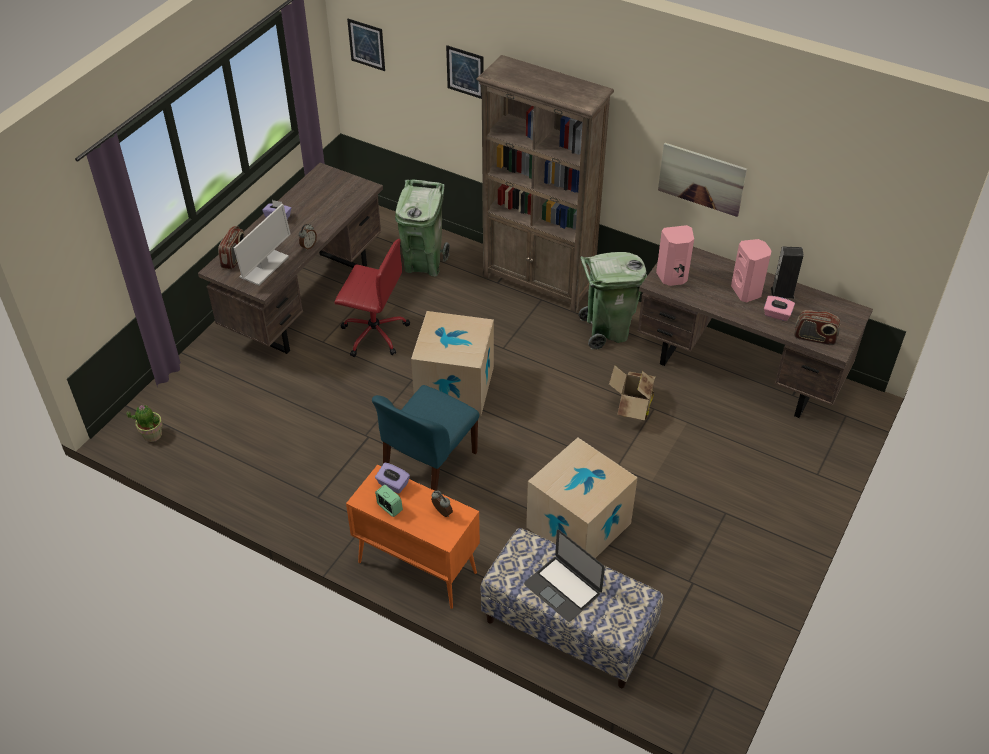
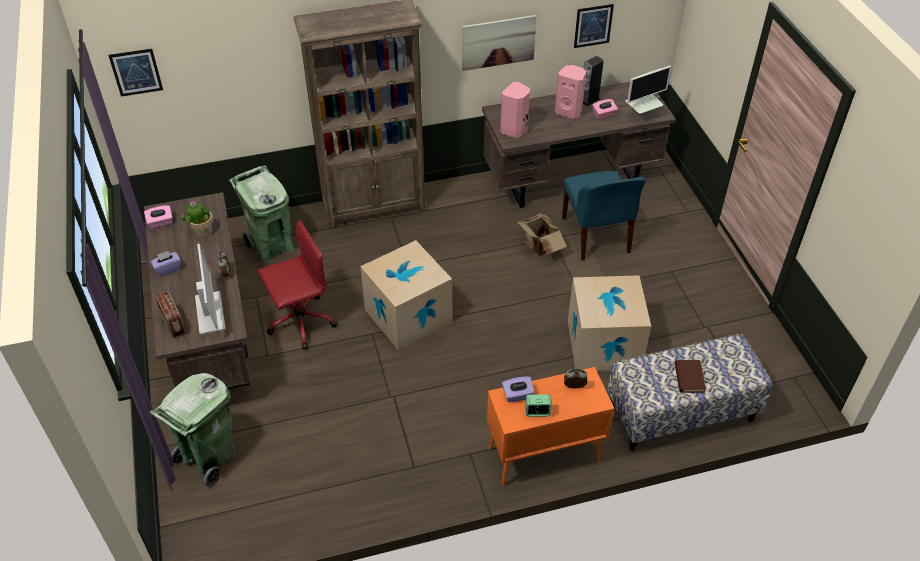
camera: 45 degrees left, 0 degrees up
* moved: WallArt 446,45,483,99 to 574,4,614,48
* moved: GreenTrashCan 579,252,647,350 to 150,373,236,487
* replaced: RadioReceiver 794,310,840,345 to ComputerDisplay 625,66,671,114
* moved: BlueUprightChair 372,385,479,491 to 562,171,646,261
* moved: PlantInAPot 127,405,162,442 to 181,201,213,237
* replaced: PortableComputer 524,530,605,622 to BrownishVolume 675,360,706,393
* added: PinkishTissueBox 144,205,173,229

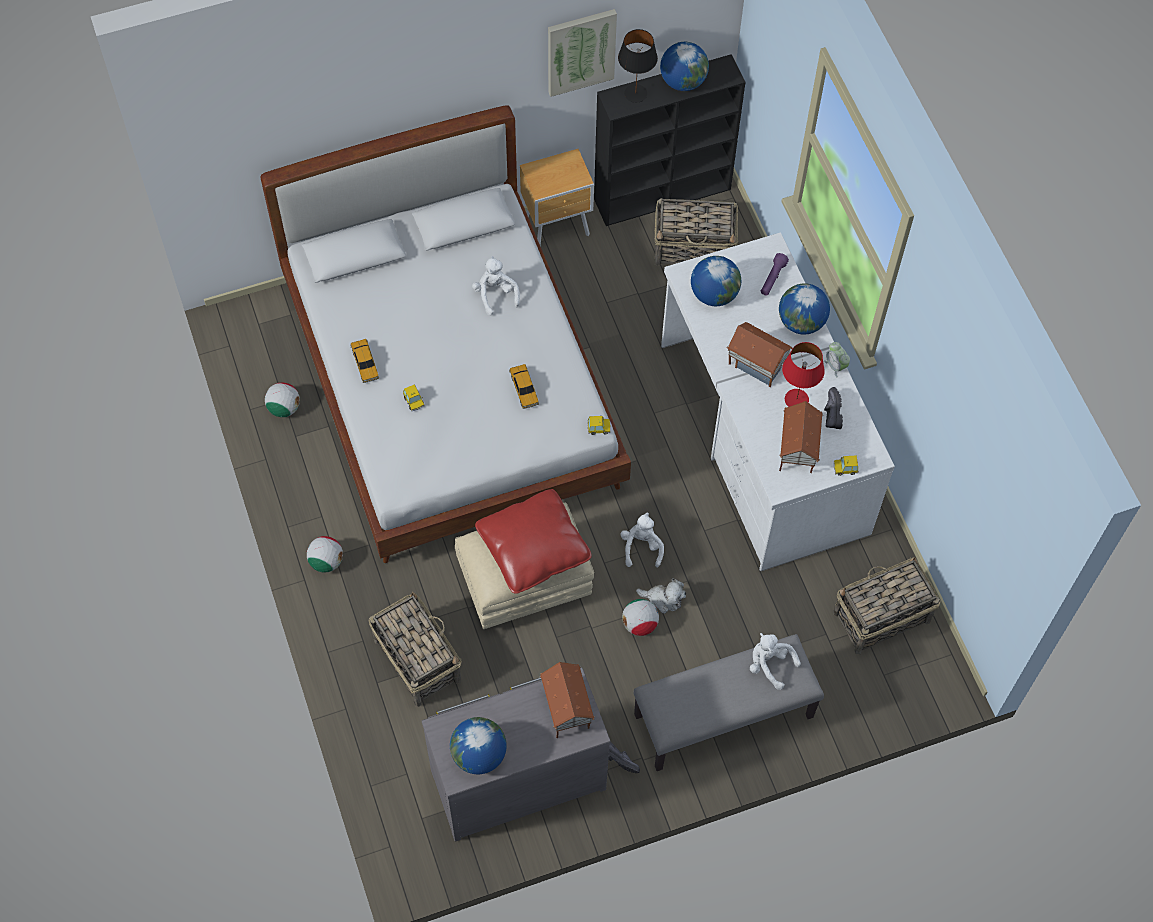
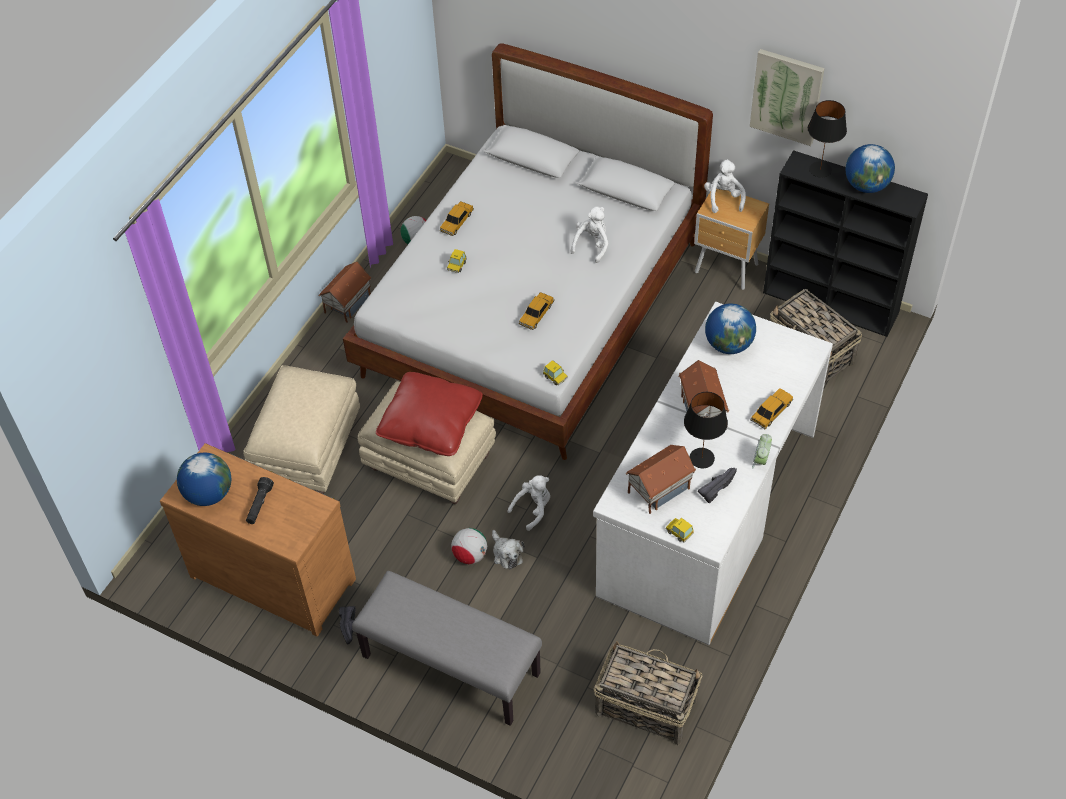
camera: 50 degrees right, 10 degrees down
* removed: PurpleFlashlight 761,253,789,295
* replaced: Globe 779,283,830,334 to MiniatureCar 750,388,793,429
* recoloured: RedLampForATable 782,342,825,407 to BlackLampForATable 684,392,728,468
* removed: BallForFootball 307,536,343,572
* replaced: StorageBasket 369,592,462,707 to SandColouredPouffe 243,365,360,494
* moved: WhiteColouredSoftToy 750,633,801,690 to 704,159,746,213
* moved: MiniatureHouse 540,662,595,738 to 319,262,371,323
* recoloured: GreyishDresser 422,667,611,842 to BrownishDresser 160,443,356,637
* added: BlackFlashlight 246,477,274,524

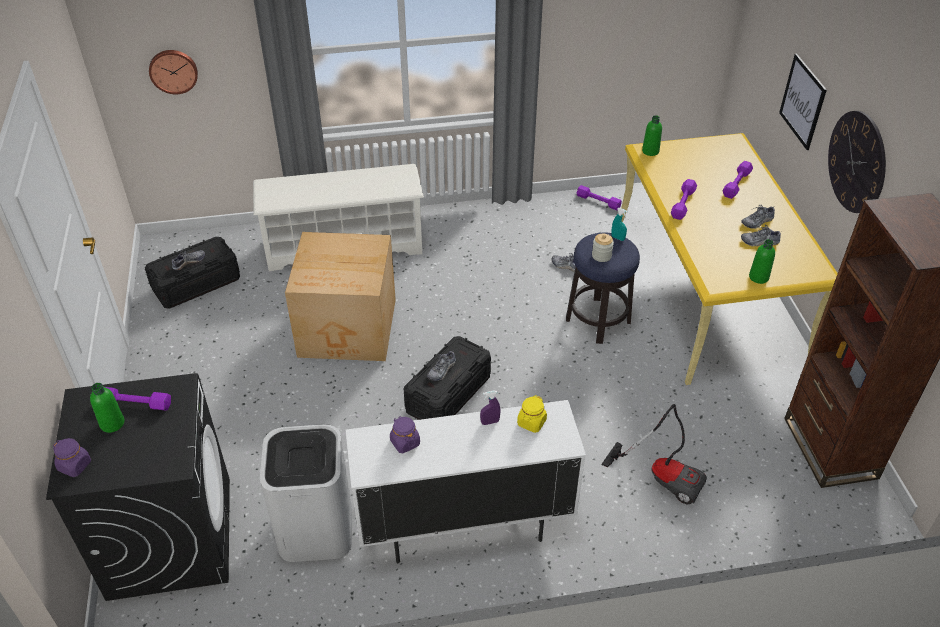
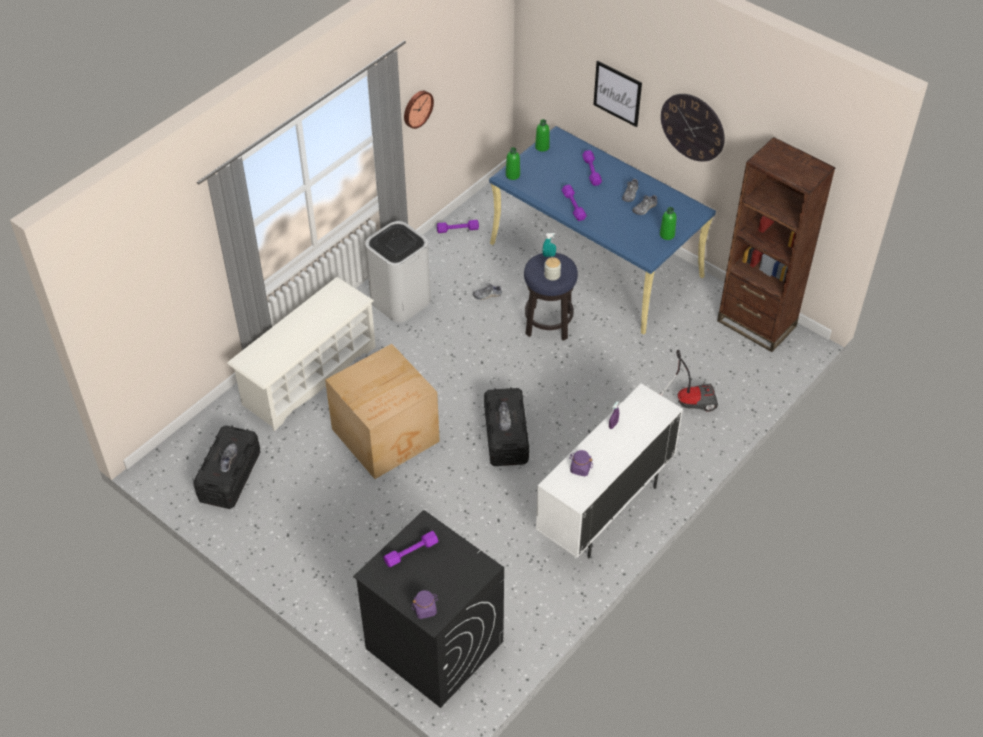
camera: 40 degrees left, 5 degrees up
* moved: HangingClock 149,50,198,94 to 404,91,434,129
* recoloured: YellowishDesk 621,133,838,385 to BlueDesk 489,126,716,335
* moved: GreenBeverageBottle 90,383,124,433 to 535,119,550,152
* removed: YellowishStorageJar 517,395,547,433
* moved: WhiteColouredTrashCan 260,424,352,562 to 365,221,431,322

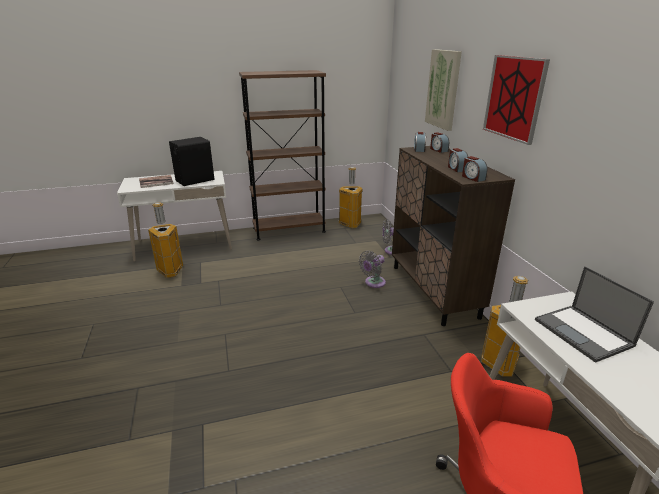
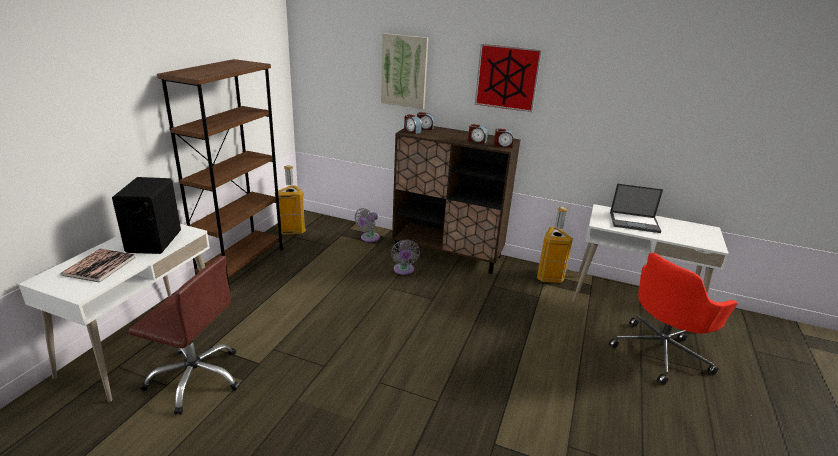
camera: 55 degrees left, 0 degrees up
* replaced: TrashCan 148,202,183,278 to BrownishComputerChair 128,256,240,415

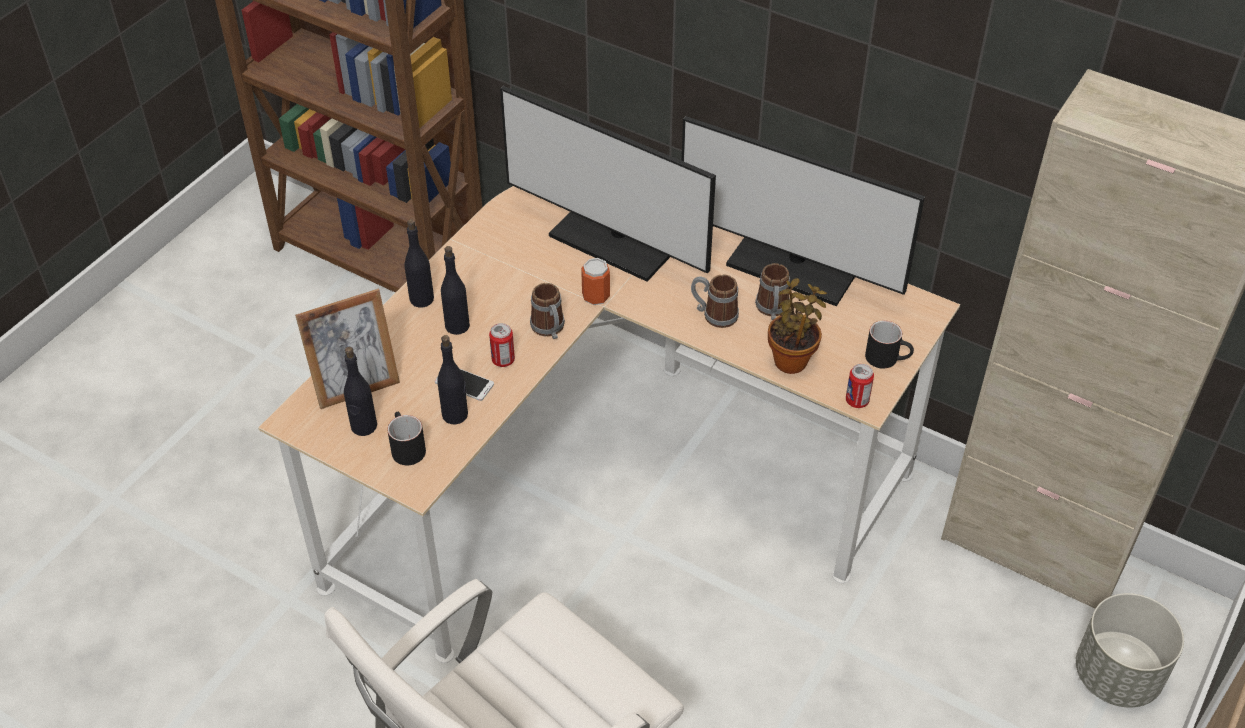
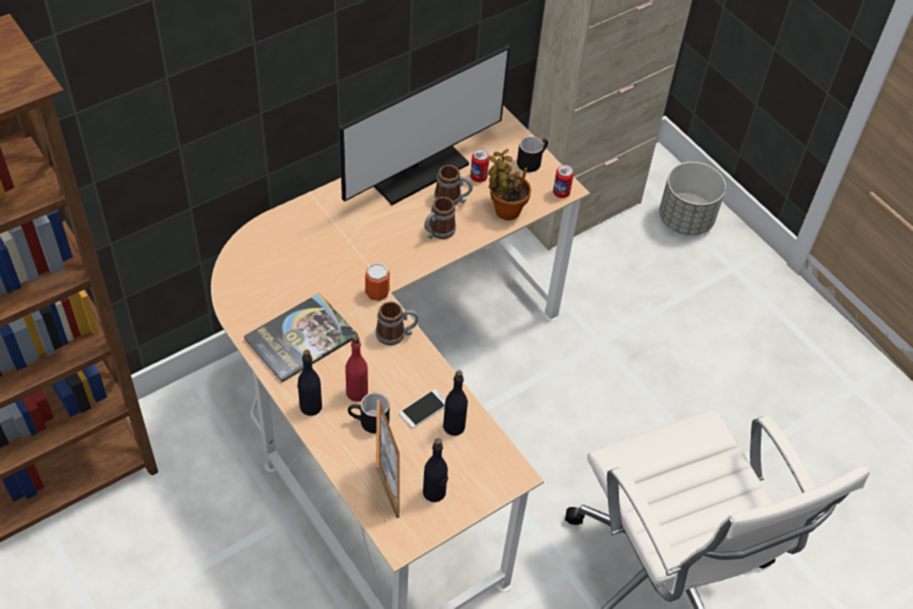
camera: 70 degrees left, 5 degrees up
* removed: ComputerDisplay 500,86,716,282
* recoloured: BlackBeverageBottle 441,246,470,335 to RedBeverageBottle 345,335,368,402
* moved: Can 489,323,515,367 to 470,149,489,182
* moved: BlackMug 387,412,426,465 to 348,392,390,434
* added: Volume 244,293,358,382

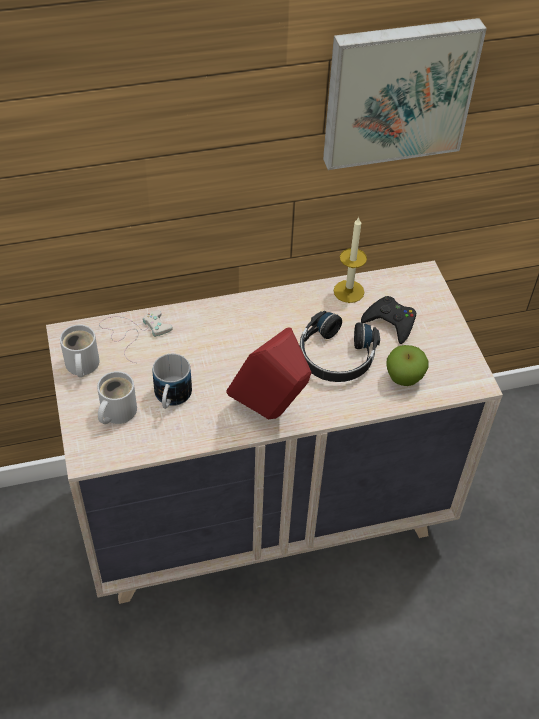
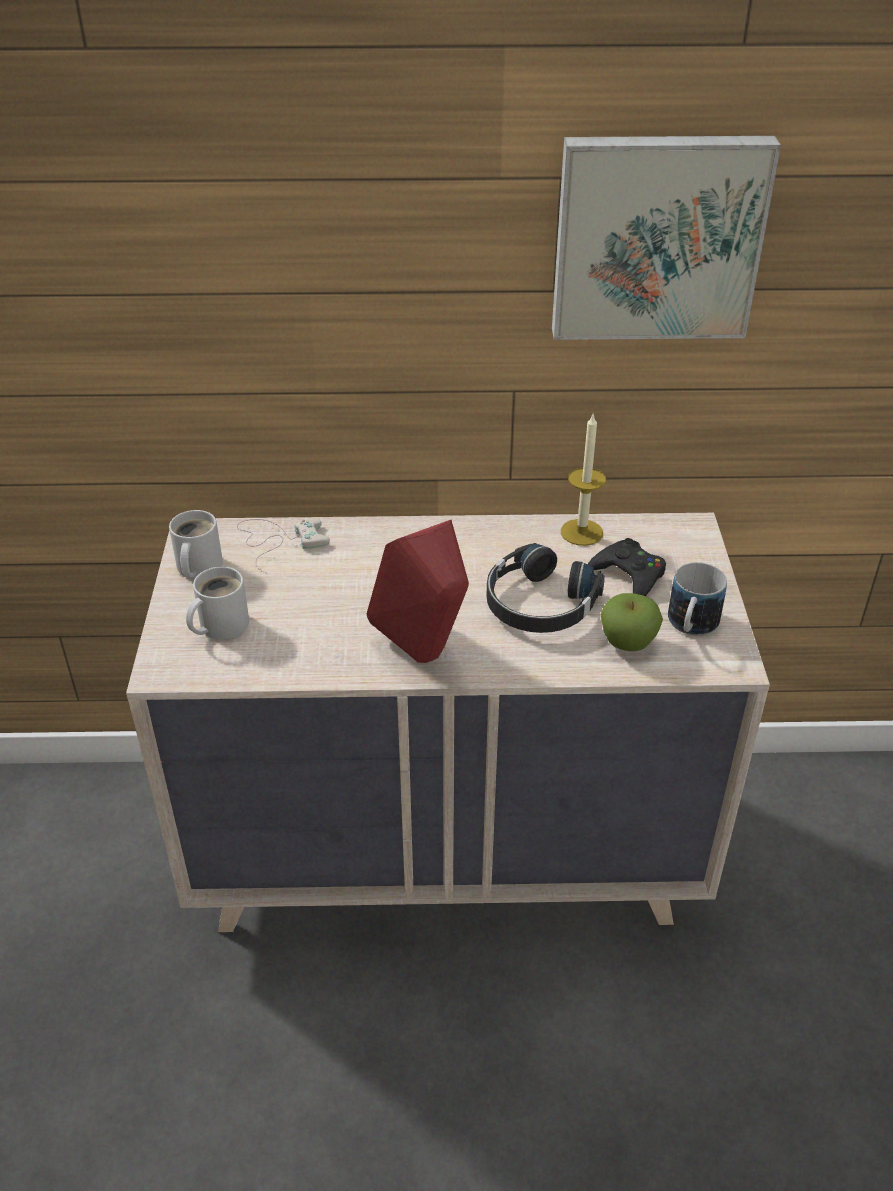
camera: 15 degrees right, 10 degrees down
* moved: Mug 152,354,192,409 to 668,562,727,636

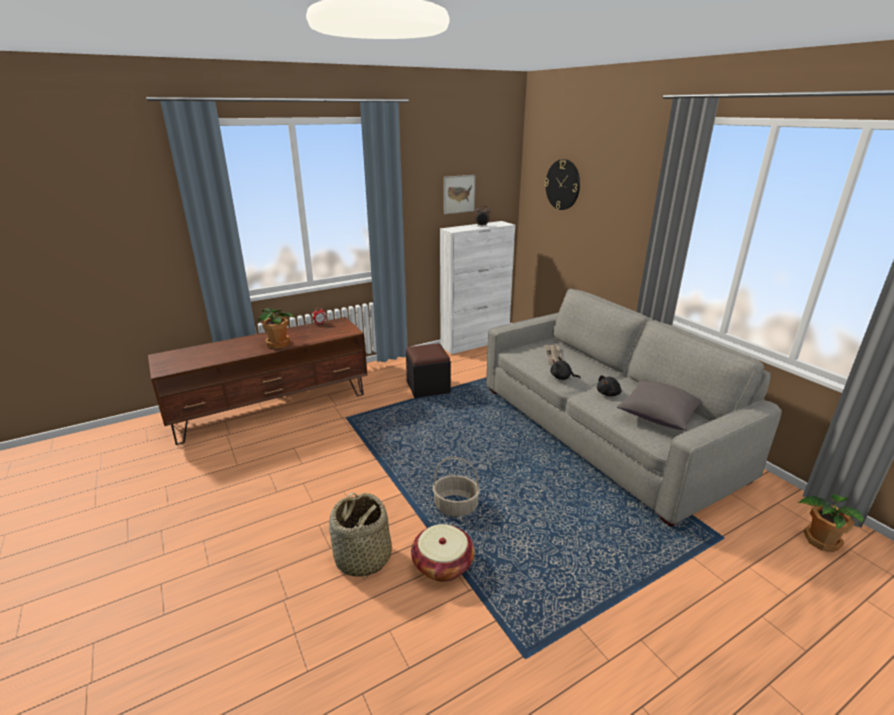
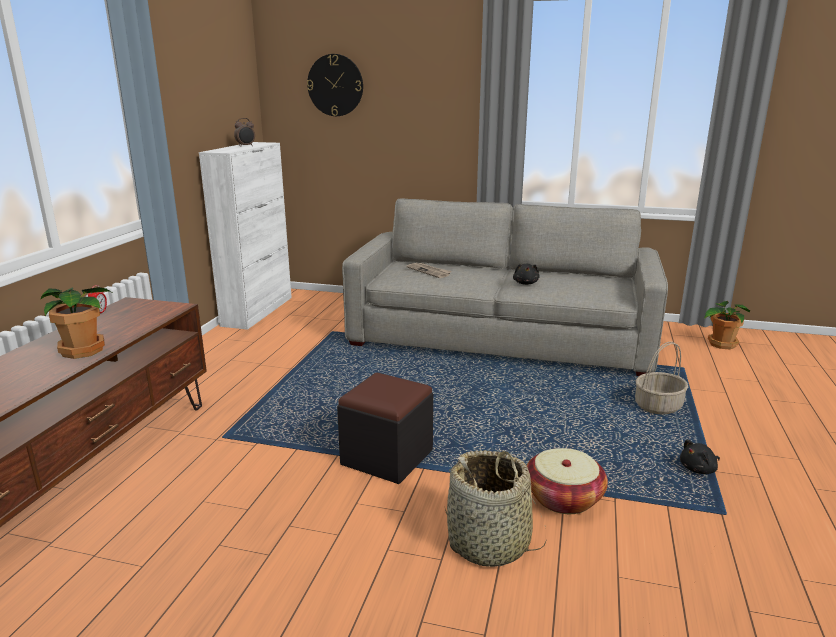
camera: 45 degrees left, 5 degrees down
* removed: WallArt 444,175,475,214
* moved: BlackPouffe 406,343,451,398 to 337,373,433,484
* moved: BlackSoftToy 550,357,581,380 to 680,440,720,474
* removed: GreyishPillow 617,381,702,431
* moved: StorageBasket 433,456,480,517 to 635,342,688,414

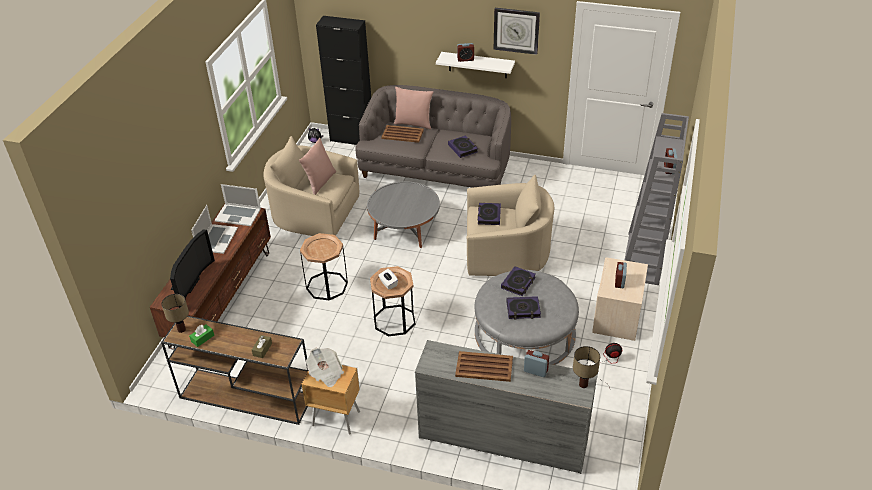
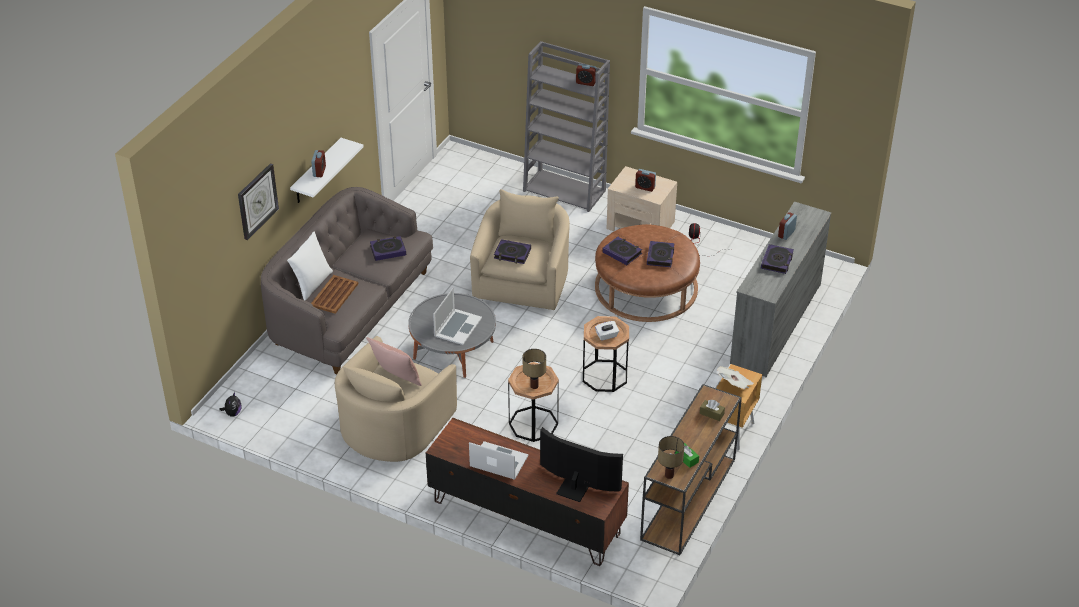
camera: 80 degrees left, 0 degrees up
* moved: HangingClock 494,8,540,55 to 238,163,279,240
* removed: BlackCupboard 316,16,371,145
* recoloured: PinkishPillow 394,87,433,129 to WhiteColouredPillow 287,232,333,301
* moved: PortableComputer 215,184,261,226 to 433,287,482,345
* recoloured: GreyishPouffe 474,270,579,365 to BrownishPouffe 595,224,700,322
* moved: LampForATable 573,346,600,388 to 523,349,546,389
* replaced: BrownishTray 455,351,513,382 to Volume 761,244,794,274

